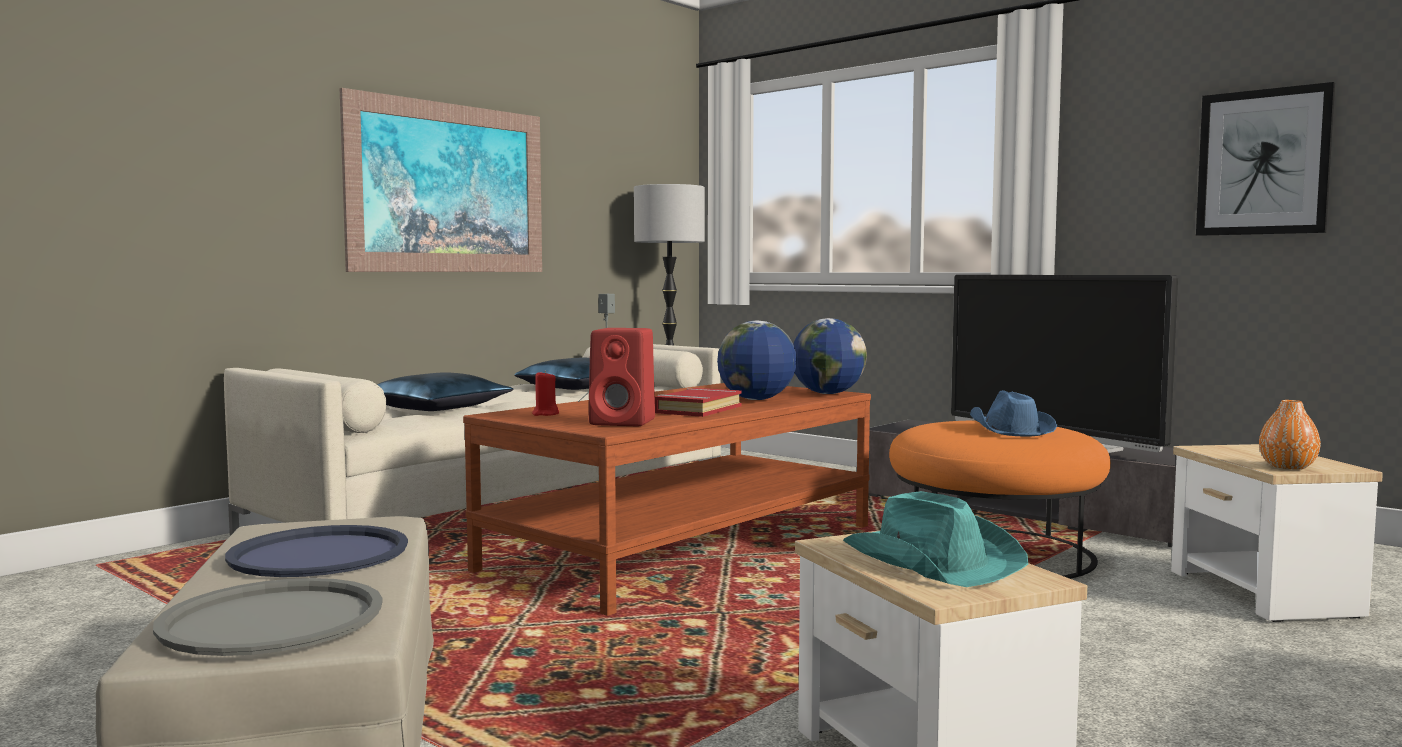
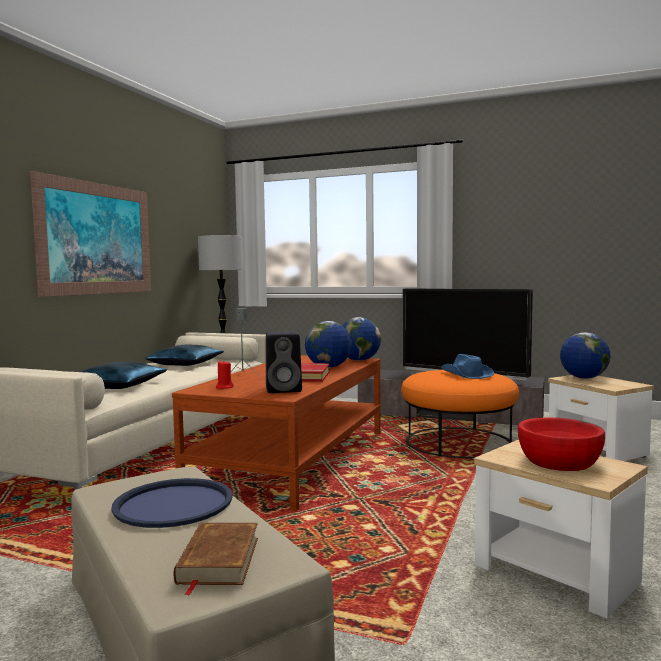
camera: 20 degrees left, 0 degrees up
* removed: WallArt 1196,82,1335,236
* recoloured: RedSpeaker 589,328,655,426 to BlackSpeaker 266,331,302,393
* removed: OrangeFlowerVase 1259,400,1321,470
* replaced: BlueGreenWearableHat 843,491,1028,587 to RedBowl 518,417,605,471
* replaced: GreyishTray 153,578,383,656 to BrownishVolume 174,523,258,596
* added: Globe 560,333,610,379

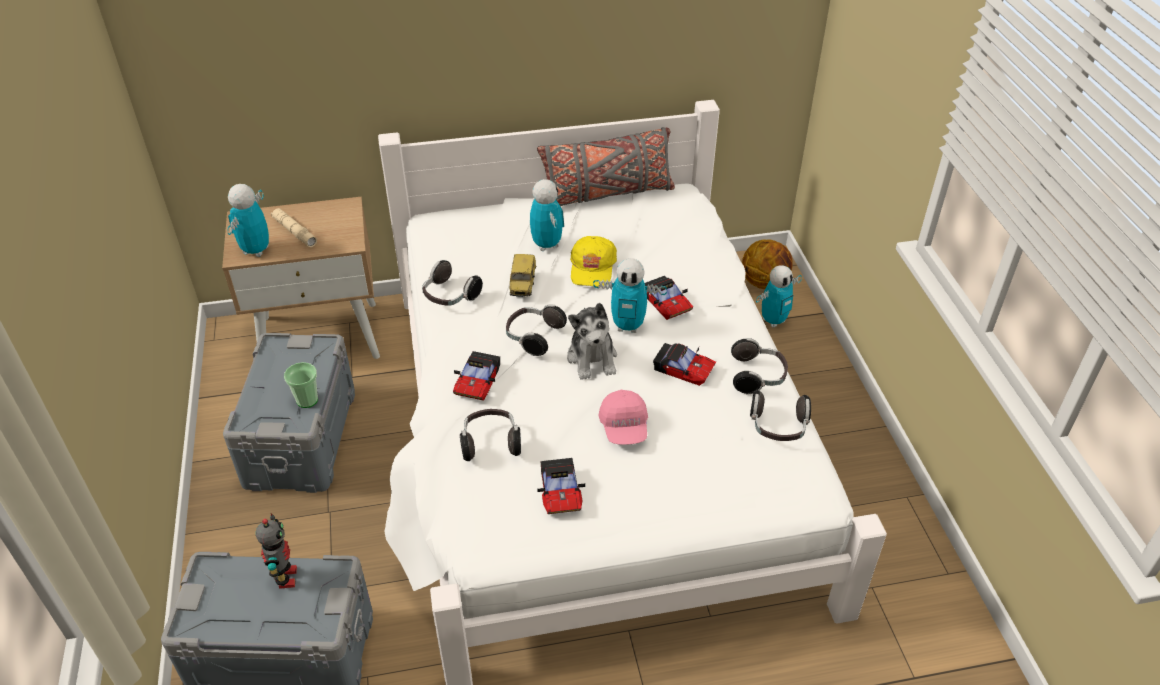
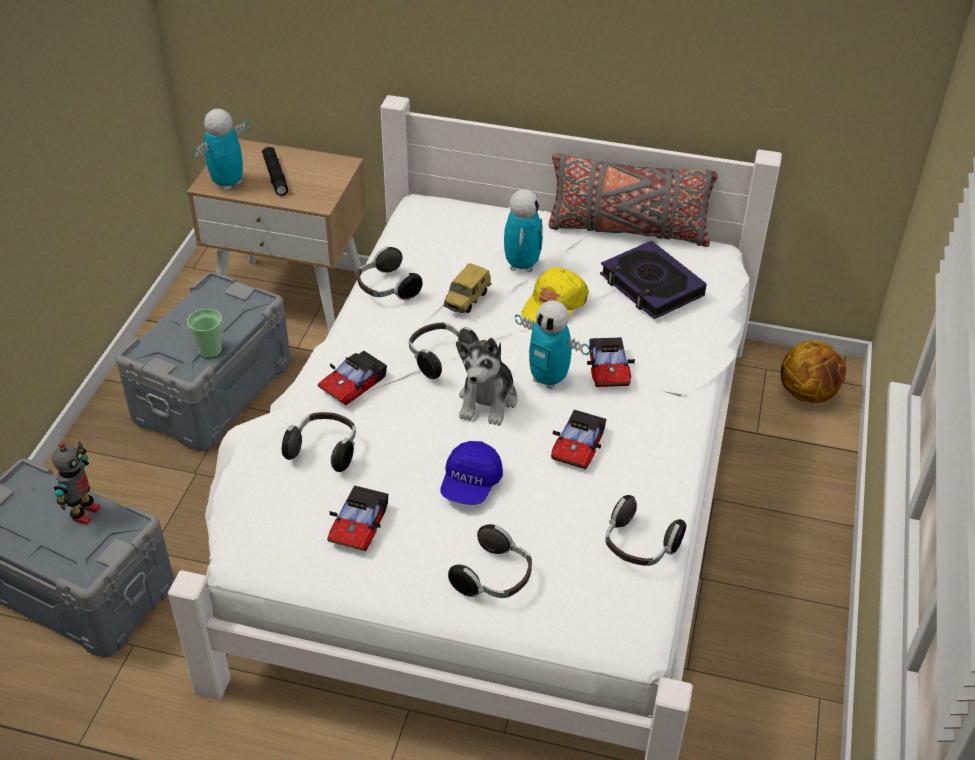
camera: 25 degrees right, 0 degrees up
* recoloured: SandColouredFlashlight 271,208,317,247 to BlackFlashlight 262,147,288,196
* removed: ModelRobot 756,265,802,327
* moved: Headphones 731,338,788,395 to 448,524,532,598
* turned: MiniatureCar 653,343,716,386 = 551,410,606,469 60 degrees clockwise
* recoloured: PinkishCap 598,390,648,445 to BlueCap 440,441,503,505
* added: Volume 600,241,707,319

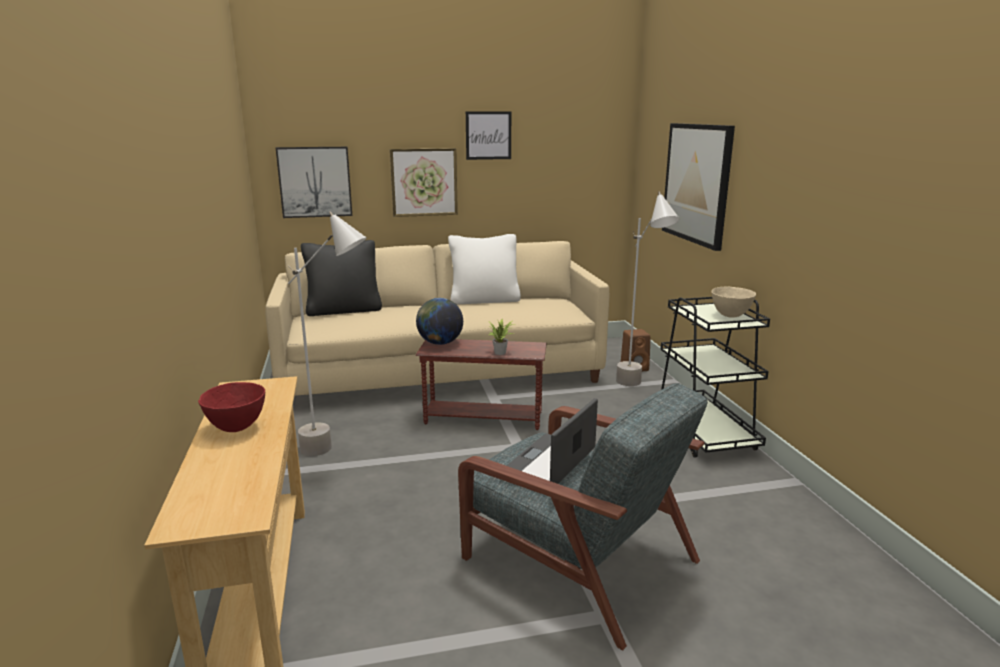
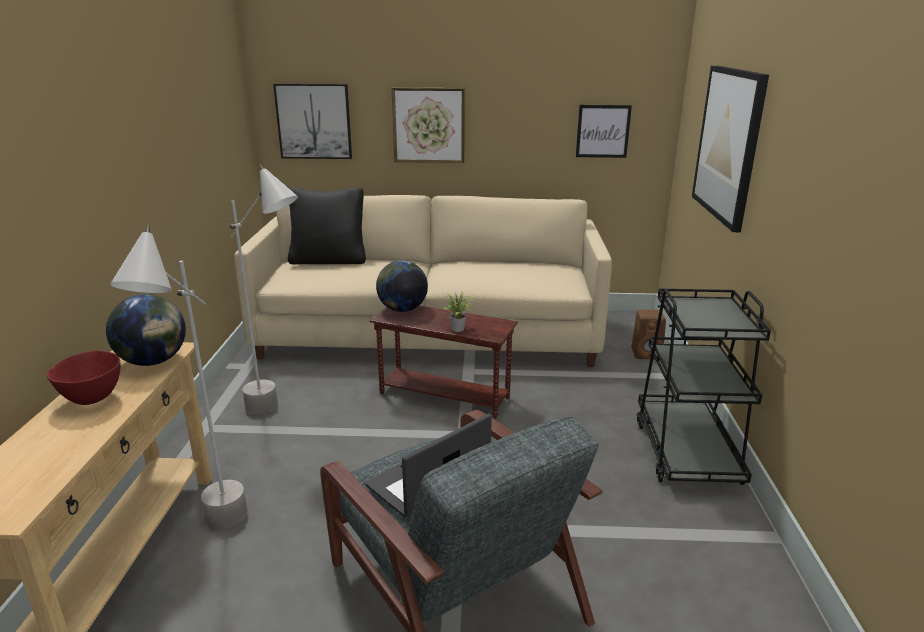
camera: 15 degrees right, 5 degrees up
* moved: WallArt 466,111,511,160 to 576,105,632,158
* moved: GreyishStandardLamp 616,192,679,386 to 110,225,248,529
* removed: WhiteColouredPillow 448,234,521,305
* removed: SandColouredBowl 712,286,756,318
* added: Globe 106,294,186,366

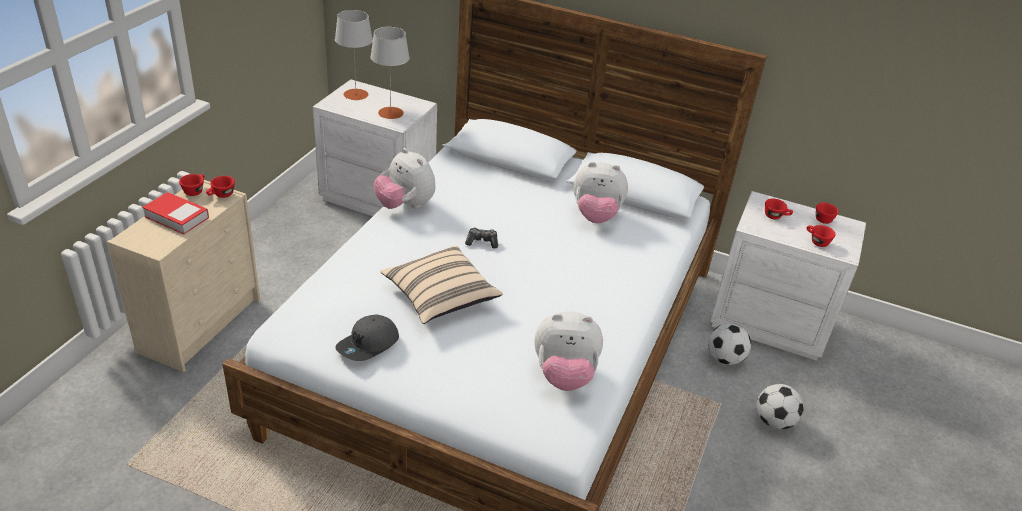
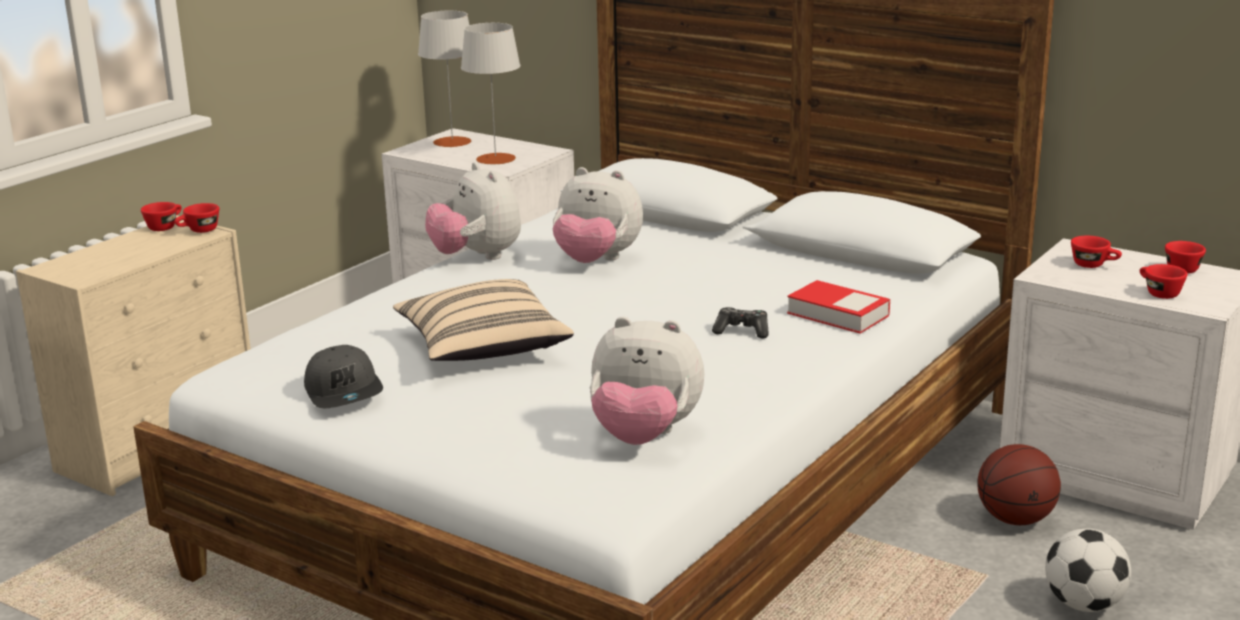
camera: 15 degrees right, 15 degrees down
* moved: SoftToy 574,162,628,223 to 553,167,643,263
* moved: Volume 142,192,209,234 to 787,280,890,334
* moved: GameController 465,228,498,248 to 712,307,769,338
* turned: GreyishCap 335,314,399,361 = 304,345,383,408 75 degrees counterclockwise
* replaced: BallForFootball 708,323,751,365 to BallForBasketball 977,444,1061,525

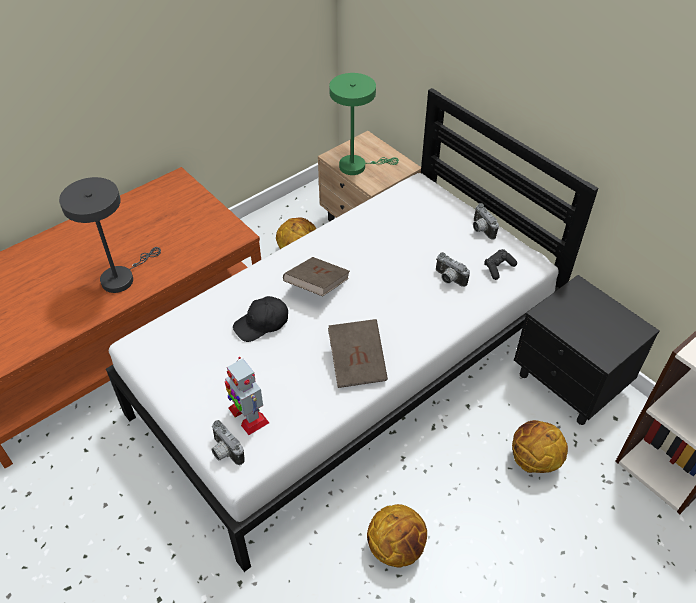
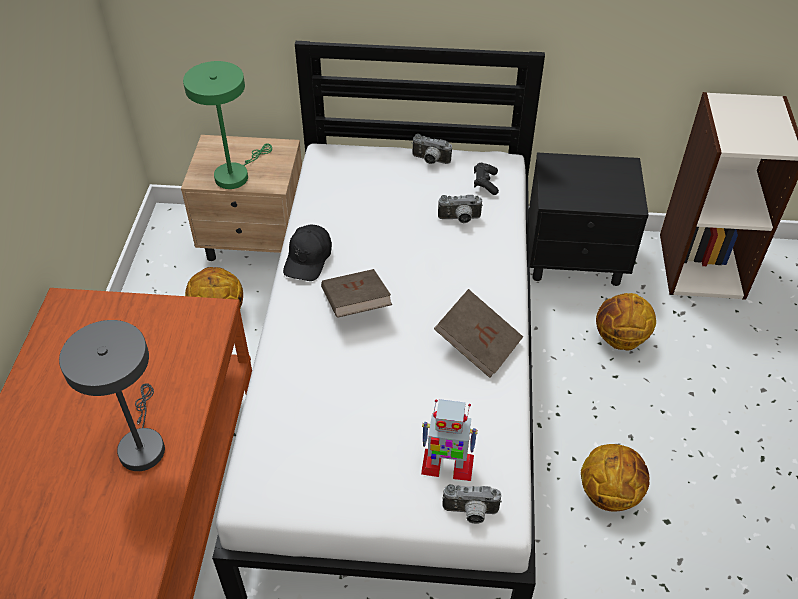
camera: 45 degrees left, 0 degrees up
* moved: BlackCap 233,296,288,342 to 283,225,332,281

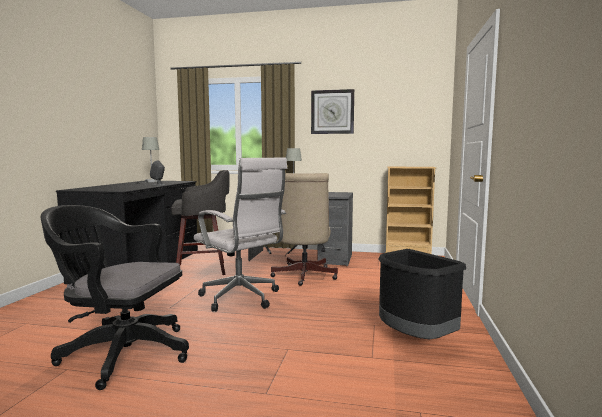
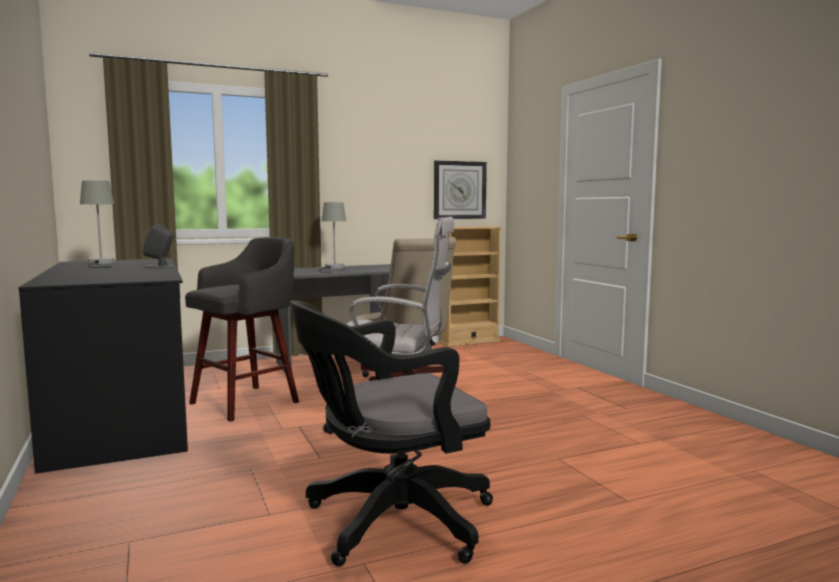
camera: 35 degrees left, 0 degrees up
* moved: HangingClock 311,89,354,134 to 434,160,487,219
* removed: BlackTrashCan 378,249,466,339

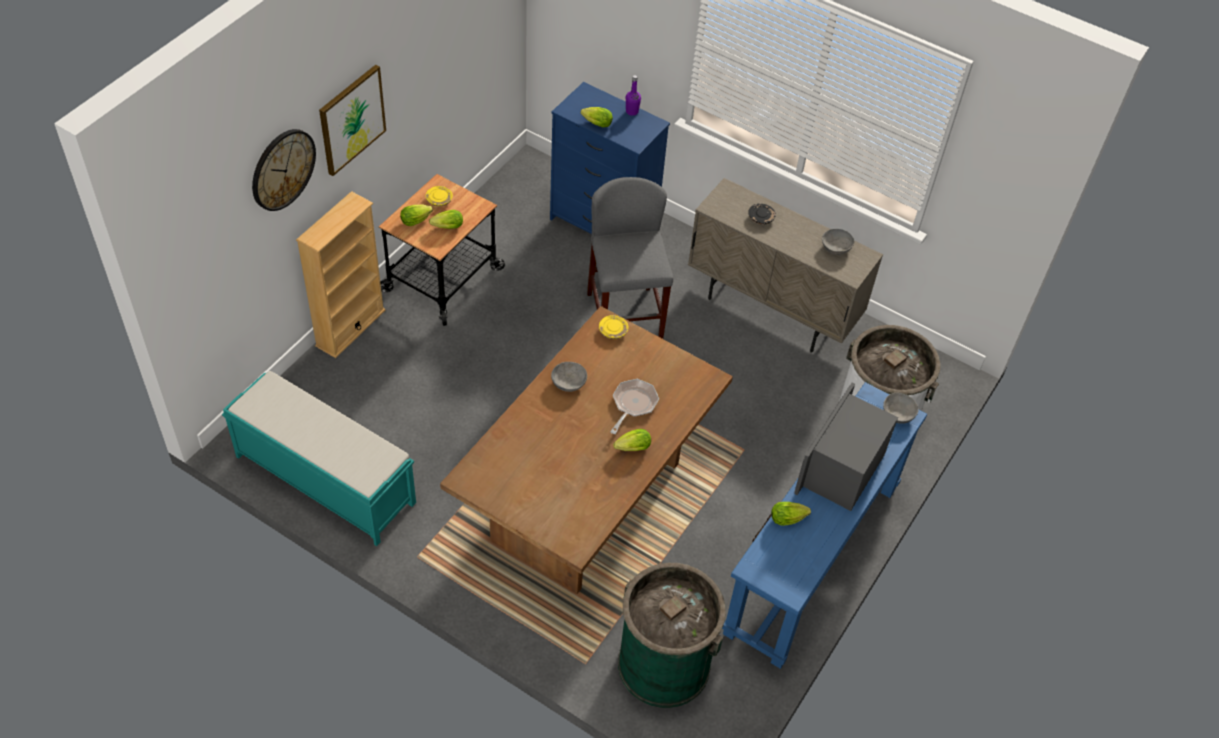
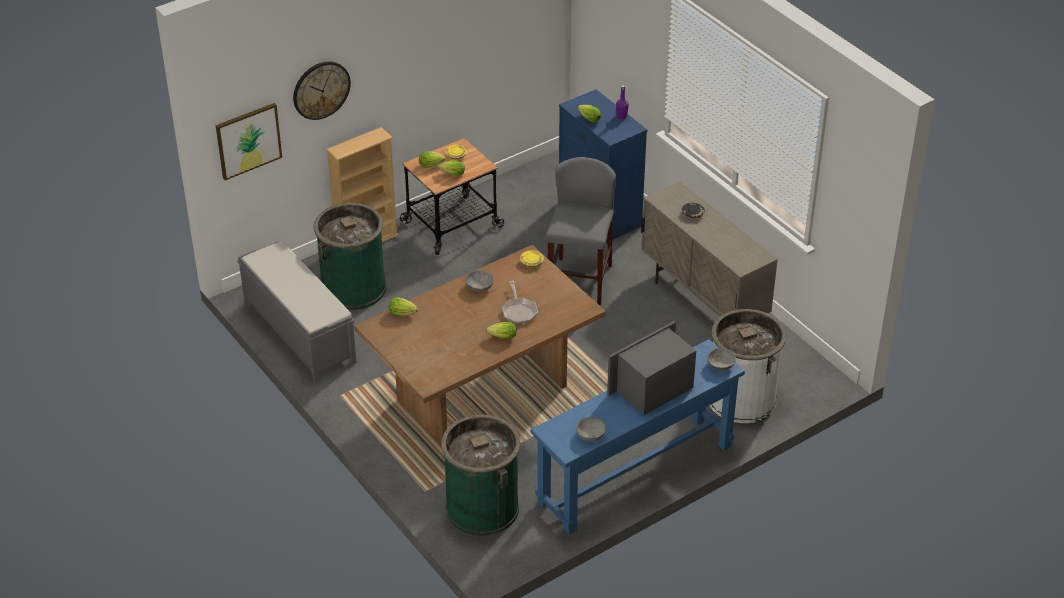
camera: 25 degrees right, 10 degrees down
* moved: WallArt 319,65,386,176 to 216,103,282,180
* moved: GreyishBowl 822,229,854,255 to 576,417,606,441
* recoloured: BlueGreenIndoorBench 222,371,416,546 to GreyishIndoorBench 237,241,357,382
* turned: Pan 610,379,659,434 = 502,281,538,324 120 degrees clockwise
* moved: Lettuce 771,502,811,525 to 389,297,418,316
* added: GreenTrashCan 313,203,386,310

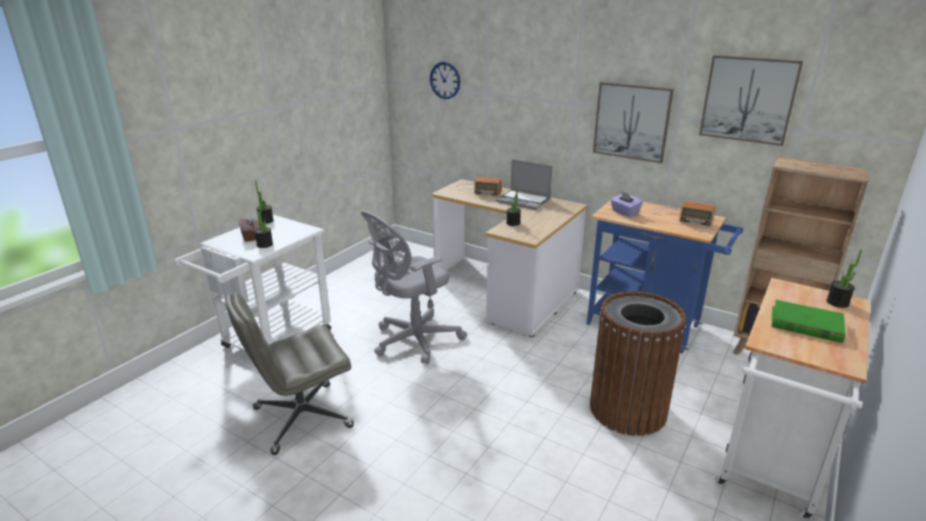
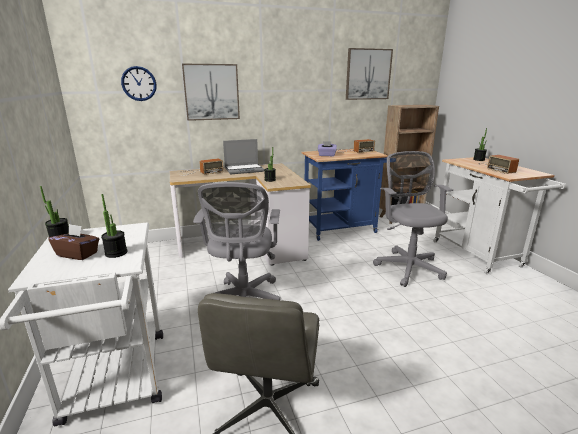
camera: 50 degrees left, 5 degrees down
* moved: WallArt 593,82,674,163 to 182,64,240,121
* replaced: BrownishTrashCan 590,291,686,436 to GreyishComputerChair 373,151,453,287
* replaced: GreenVolume 772,300,846,343 to RadioReceiver 478,155,519,174

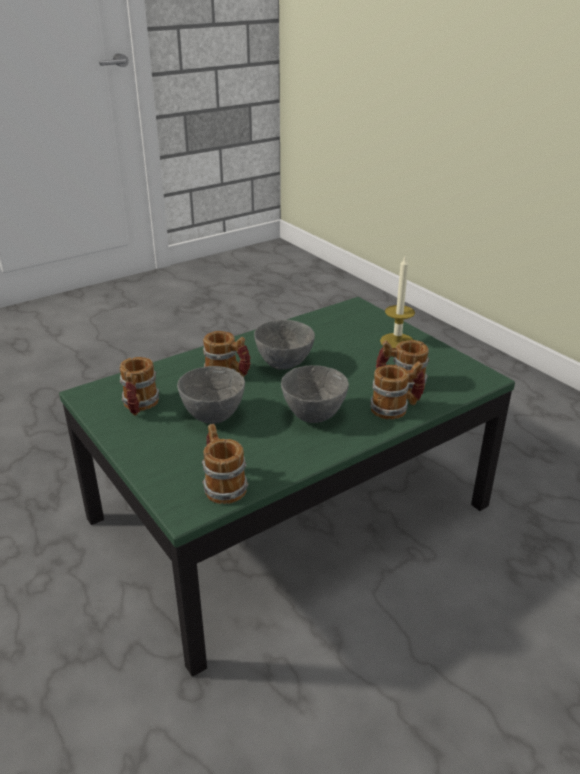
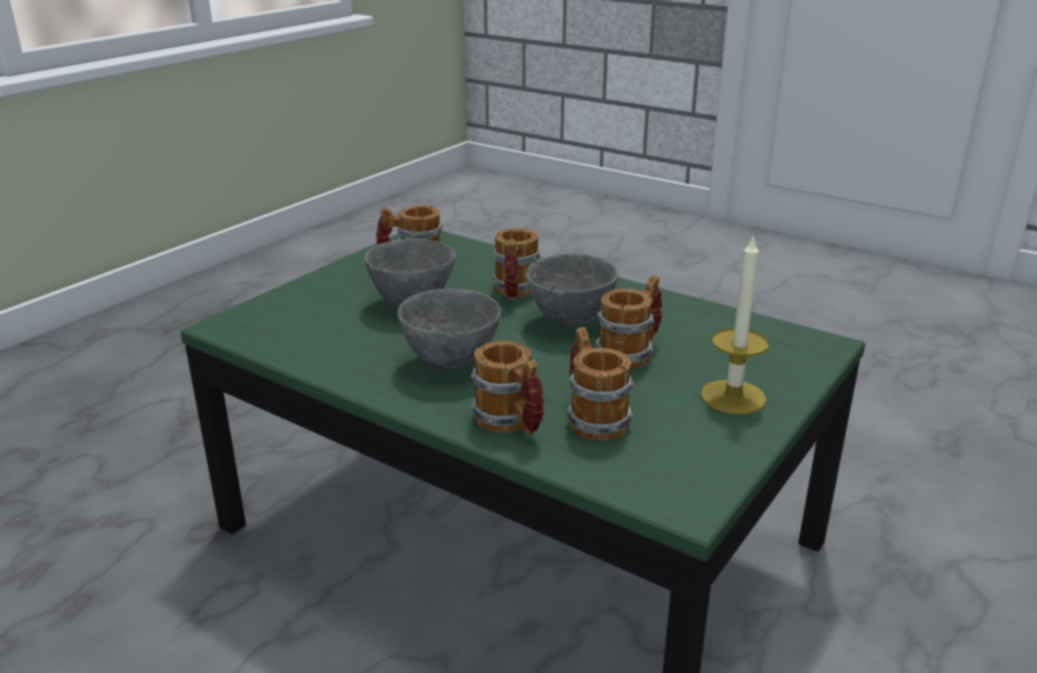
camera: 70 degrees right, 5 degrees down
* moved: Mug 202,424,248,504 to 595,275,662,369

